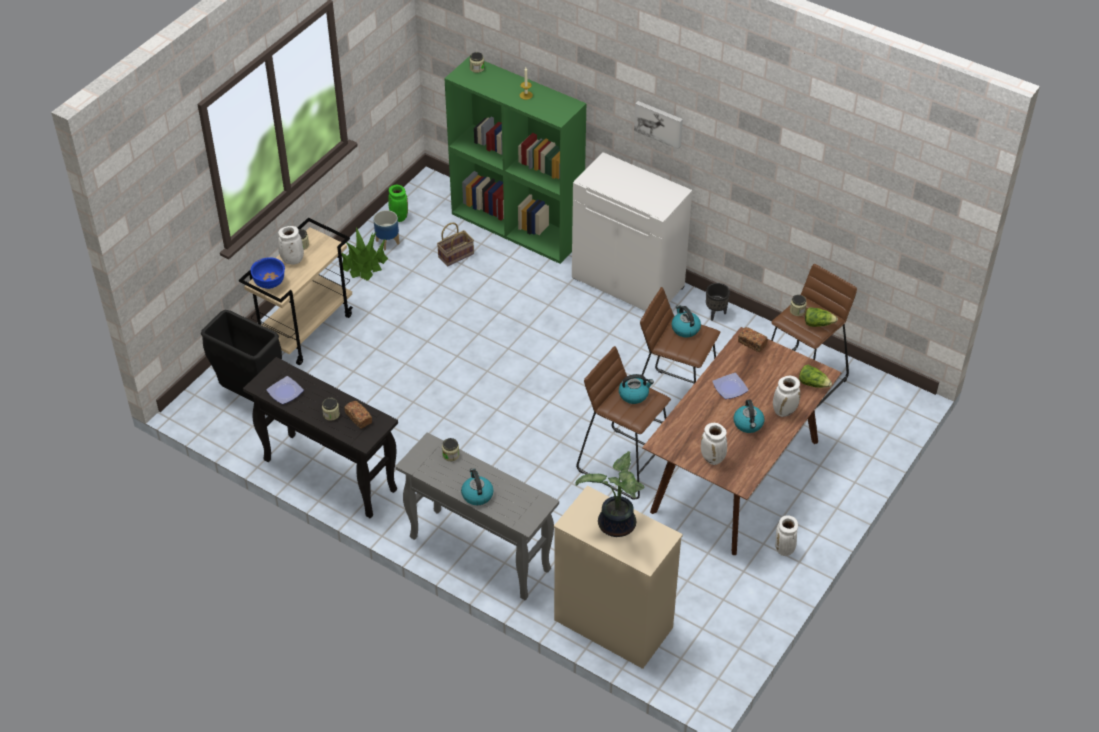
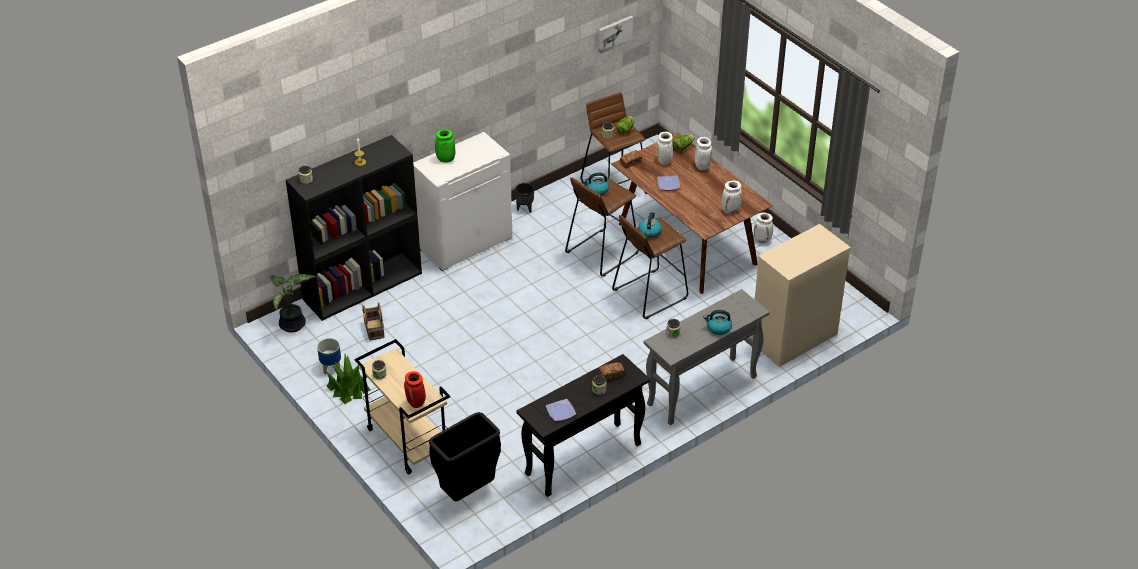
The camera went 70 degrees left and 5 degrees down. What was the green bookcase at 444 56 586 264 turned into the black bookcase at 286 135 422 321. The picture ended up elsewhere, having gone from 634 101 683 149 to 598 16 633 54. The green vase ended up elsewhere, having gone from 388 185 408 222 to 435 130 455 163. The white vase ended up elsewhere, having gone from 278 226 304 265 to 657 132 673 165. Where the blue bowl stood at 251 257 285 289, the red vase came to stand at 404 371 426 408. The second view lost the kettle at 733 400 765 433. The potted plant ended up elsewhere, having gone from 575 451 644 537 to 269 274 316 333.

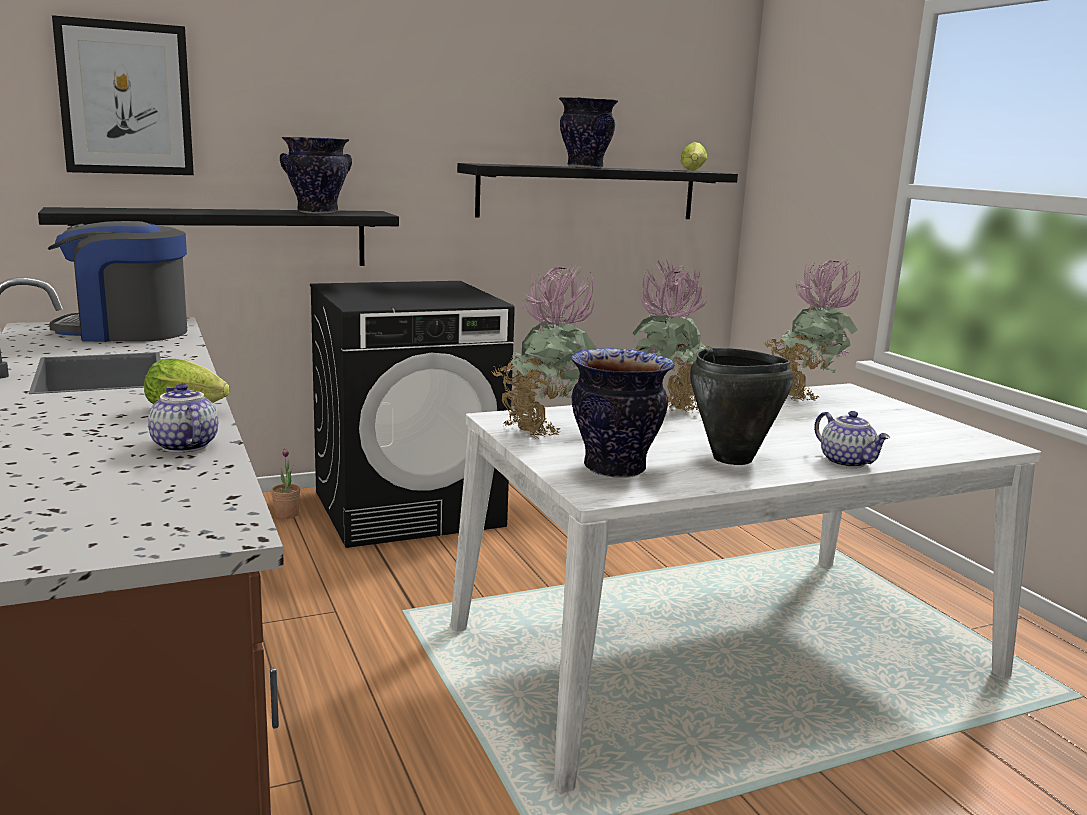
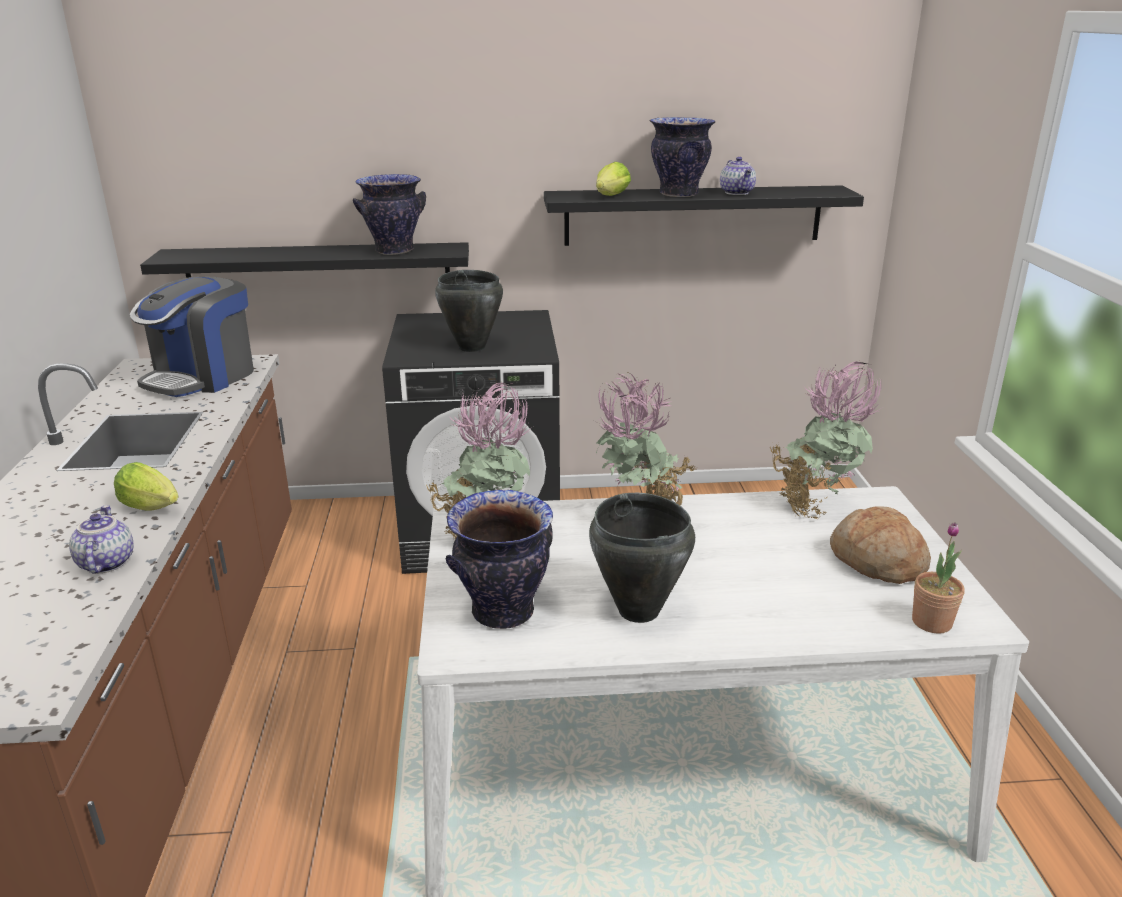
The camera went 20 degrees right and 10 degrees up. The second view lost the picture at 52 15 194 175. The lettuce ended up elsewhere, having gone from 681 142 707 171 to 596 162 631 196. The coffee machine at 48 221 187 342 ended up facing another way, 75 degrees counterclockwise from before. The teapot ended up elsewhere, having gone from 814 411 890 468 to 720 157 756 195. The potted plant ended up elsewhere, having gone from 271 448 300 519 to 912 522 965 634. The second view gained the black cooking pot at 435 270 503 352. The second view gained the bread at 830 507 931 584.

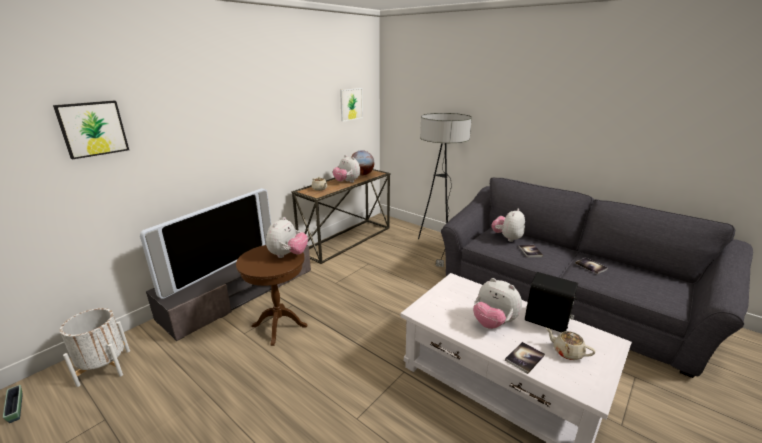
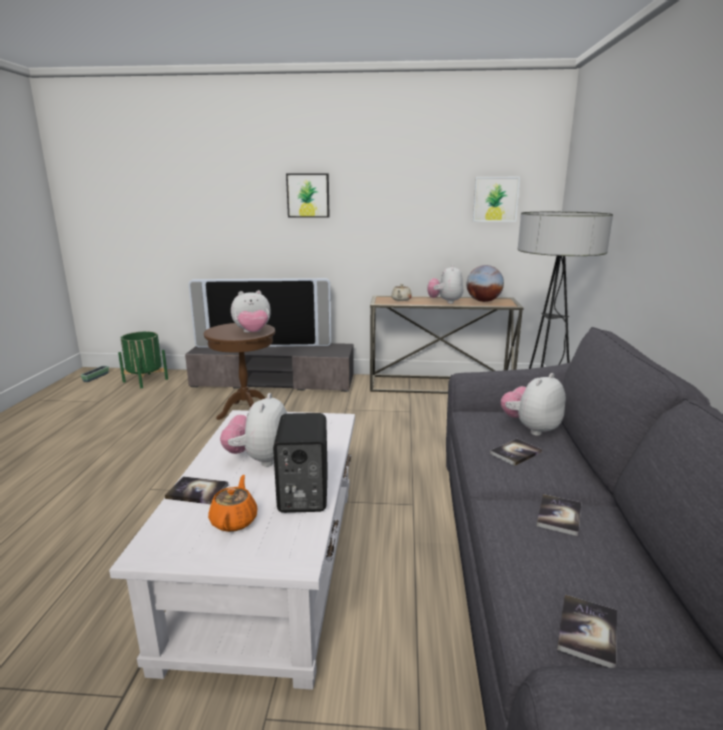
The camera went 55 degrees right and 5 degrees down. The picture ended up elsewhere, having gone from 53 101 129 160 to 286 173 330 218. The plush toy at 491 208 525 242 ended up facing another way, 45 degrees counterclockwise from before. What was the white planter at 60 308 130 387 turned into the green planter at 118 331 168 388. What was the beige teapot at 546 328 595 360 turned into the orange teapot at 208 475 258 532. The second view gained the book at 557 595 617 668.

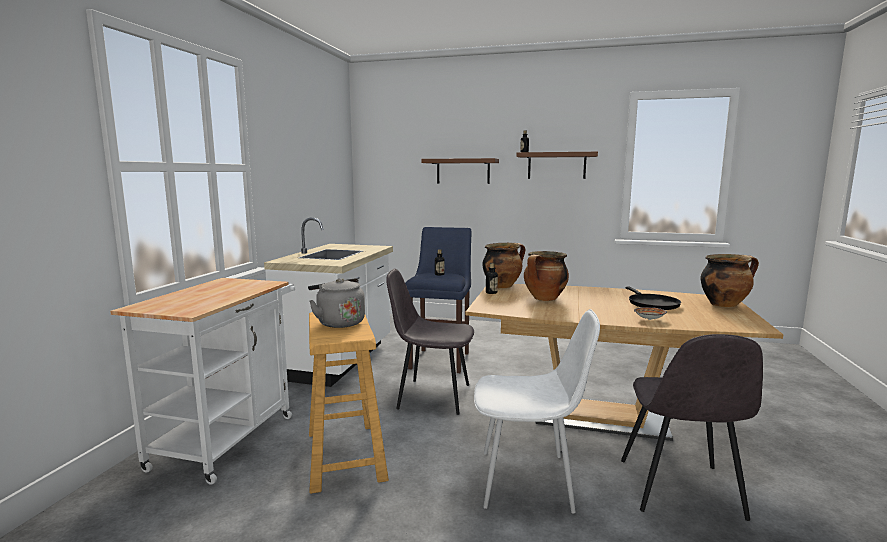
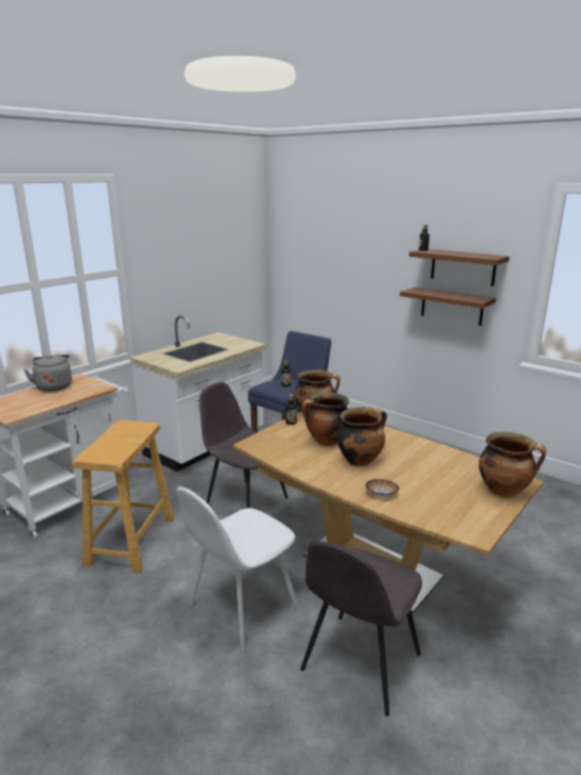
The camera went 25 degrees right and 10 degrees up. The brown shelf ended up elsewhere, having gone from 421 158 499 184 to 400 287 496 326. The grey kettle ended up elsewhere, having gone from 308 278 365 328 to 24 355 72 392. The second view lost the black frying pan at 626 286 681 310. The white chair at 474 309 600 513 ended up facing another way, 105 degrees clockwise from before. The second view gained the cooking pot at 337 407 387 467.

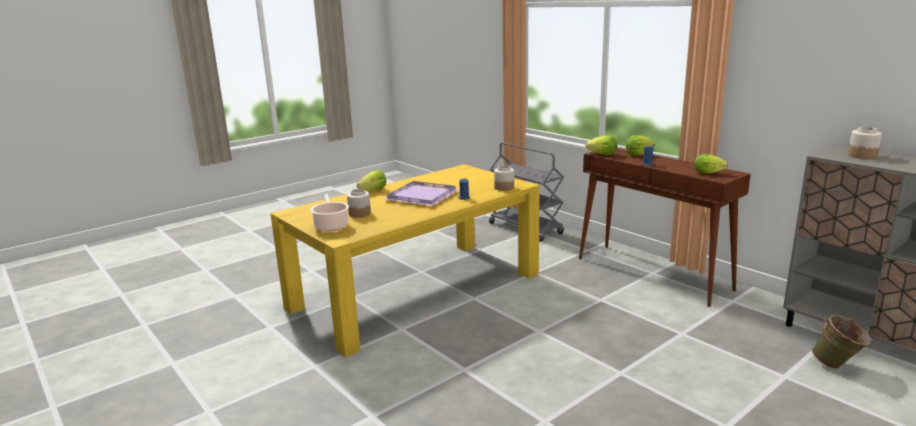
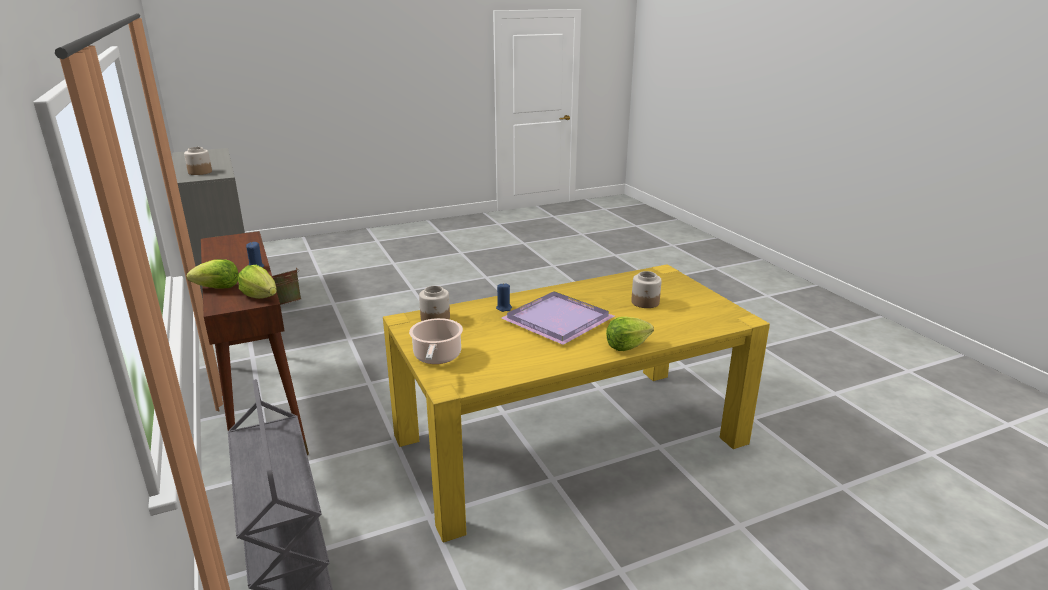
The camera went 165 degrees left and 5 degrees up. The second view lost the lettuce at 695 154 728 174. The cooking pot ended up elsewhere, having gone from 310 194 349 232 to 409 318 463 364.

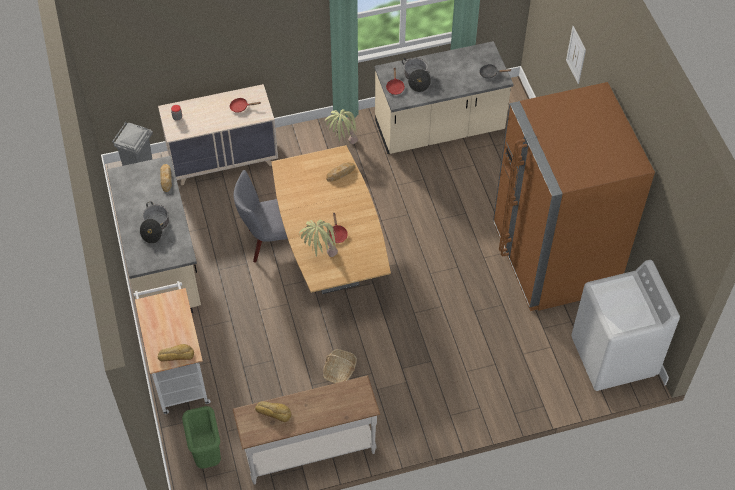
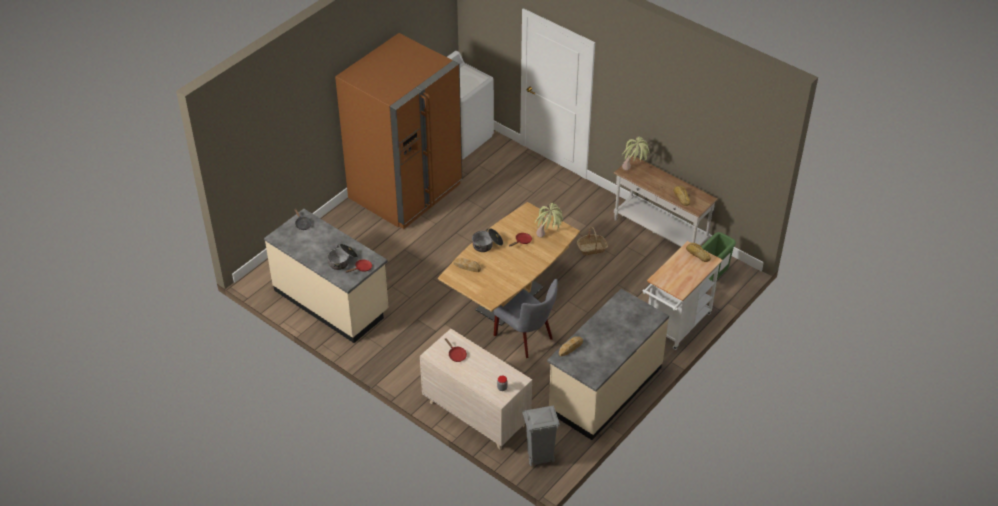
The camera went 125 degrees left and 10 degrees down. The second view lost the picture at 566 26 586 84. The potted plant ended up elsewhere, having gone from 325 109 358 144 to 622 136 649 170. The cooking pot ended up elsewhere, having gone from 140 202 169 244 to 472 228 503 252.

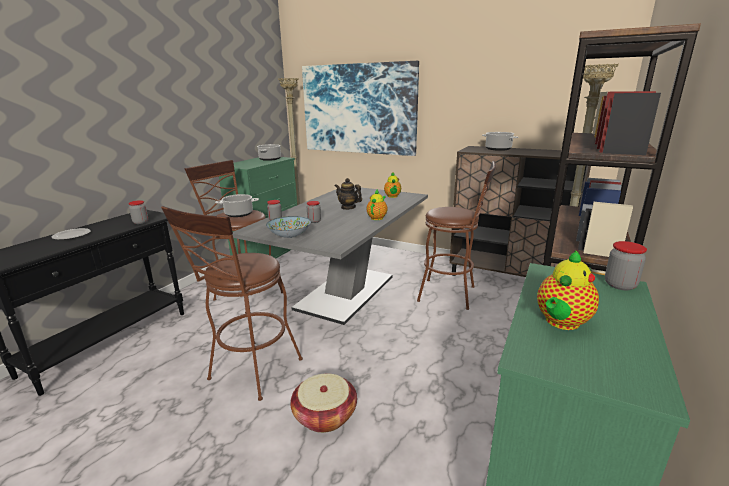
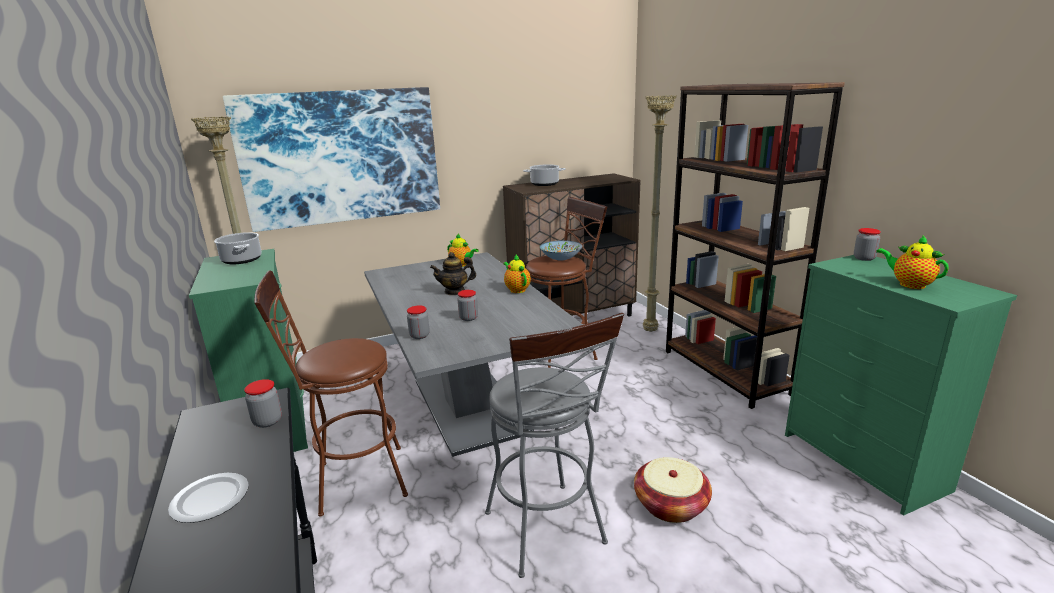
The camera went 50 degrees left and 0 degrees up. The second view lost the cooking pot at 215 194 259 217. What was the brown stool at 161 206 303 401 turned into the grey stool at 485 313 624 578. The bowl ended up elsewhere, having gone from 266 216 311 238 to 539 240 582 261. The teapot at 537 250 599 330 ended up facing another way, 150 degrees clockwise from before.

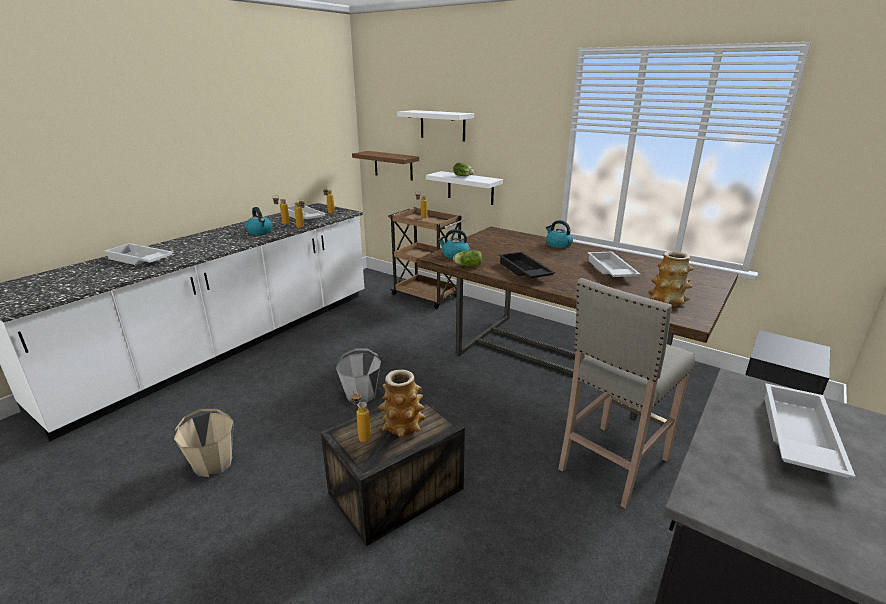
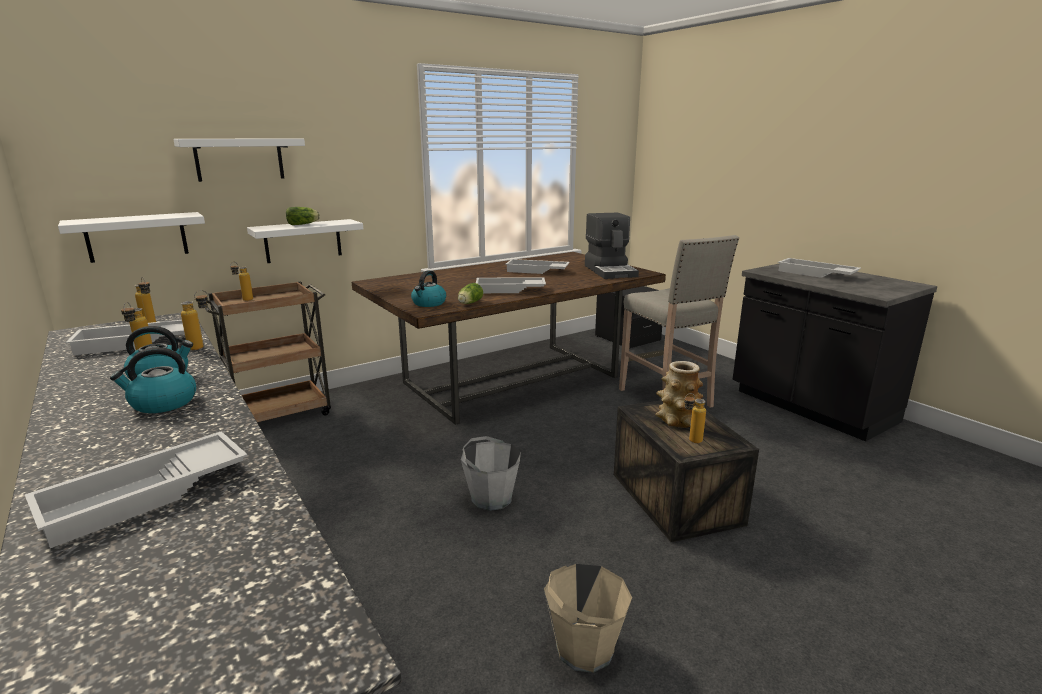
The camera went 70 degrees left and 5 degrees down. What was the brown shelf at 352 151 419 181 turned into the white shelf at 58 212 205 263. The kettle ended up elsewhere, having gone from 546 220 573 248 to 110 347 196 413. Where the vase stood at 648 251 694 307, the coffee machine came to stand at 585 213 639 279. What was the black tray at 499 252 555 278 turned into the white tray at 476 277 546 293.

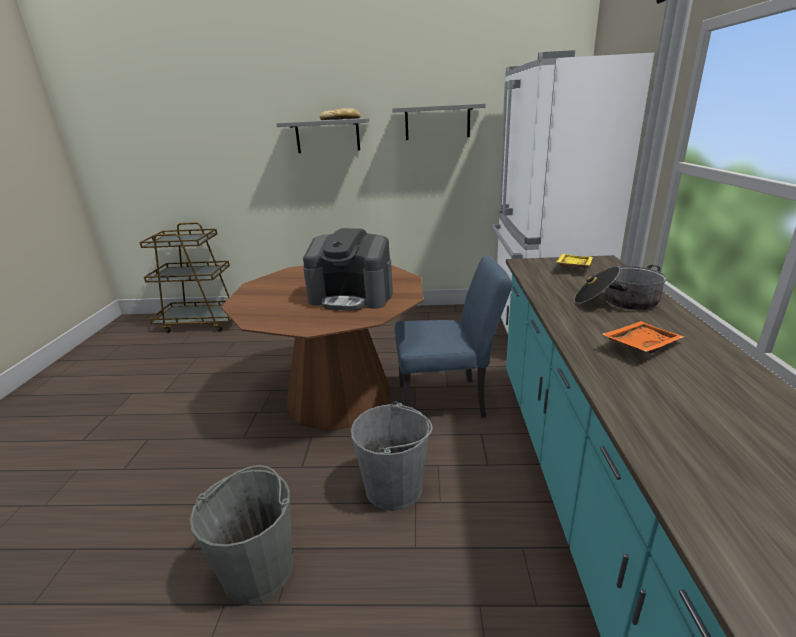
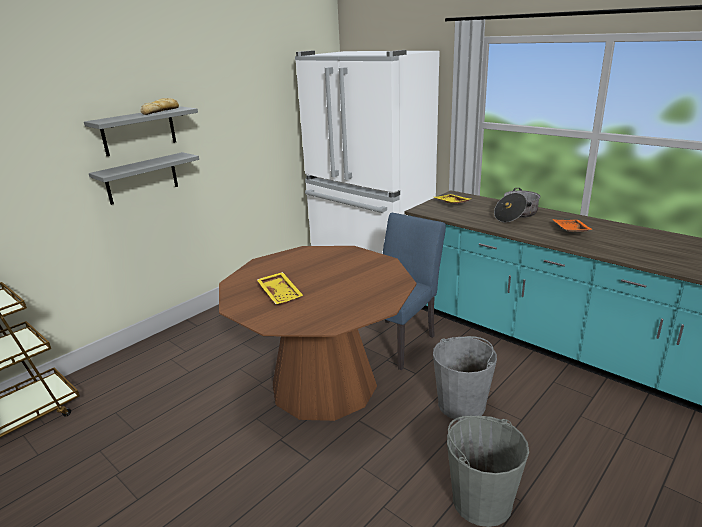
The camera went 50 degrees left and 0 degrees up. The grey shelf ended up elsewhere, having gone from 392 104 486 140 to 89 152 199 205. The second view lost the coffee machine at 303 228 393 311. The second view gained the yellow tray at 257 272 303 305.

